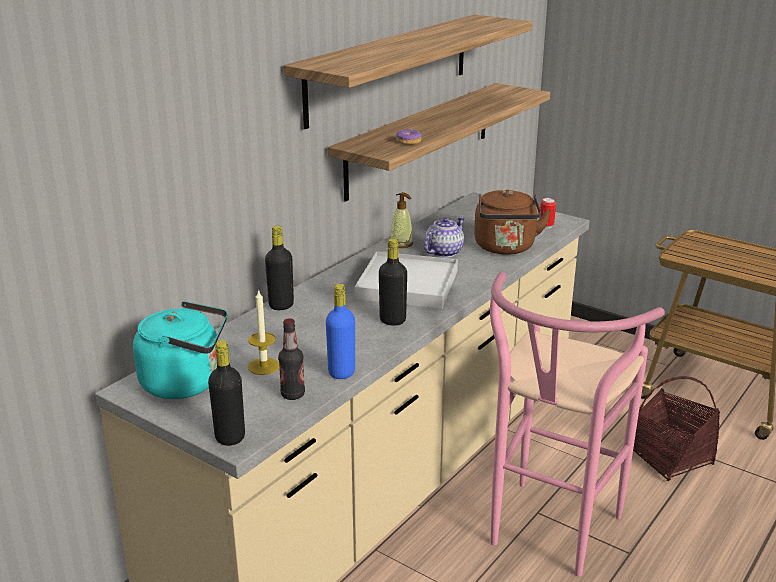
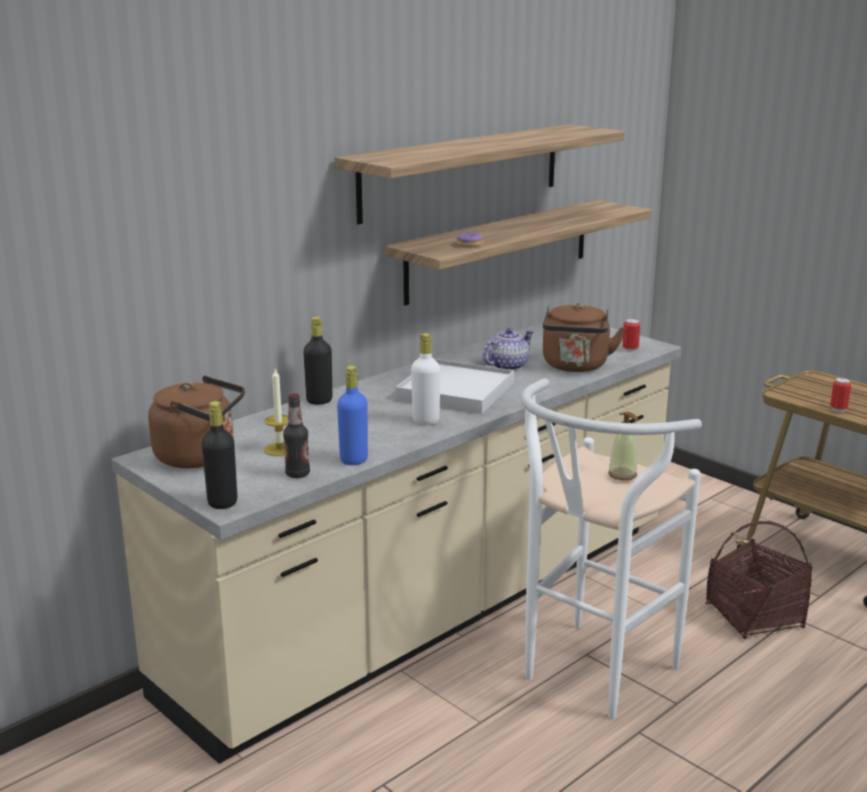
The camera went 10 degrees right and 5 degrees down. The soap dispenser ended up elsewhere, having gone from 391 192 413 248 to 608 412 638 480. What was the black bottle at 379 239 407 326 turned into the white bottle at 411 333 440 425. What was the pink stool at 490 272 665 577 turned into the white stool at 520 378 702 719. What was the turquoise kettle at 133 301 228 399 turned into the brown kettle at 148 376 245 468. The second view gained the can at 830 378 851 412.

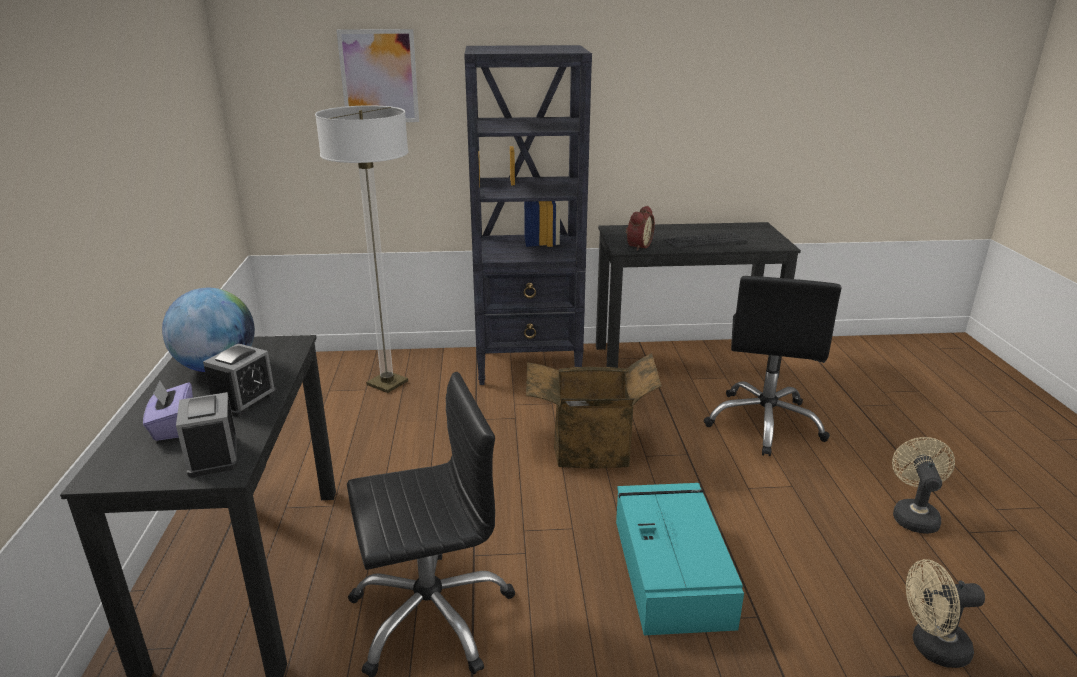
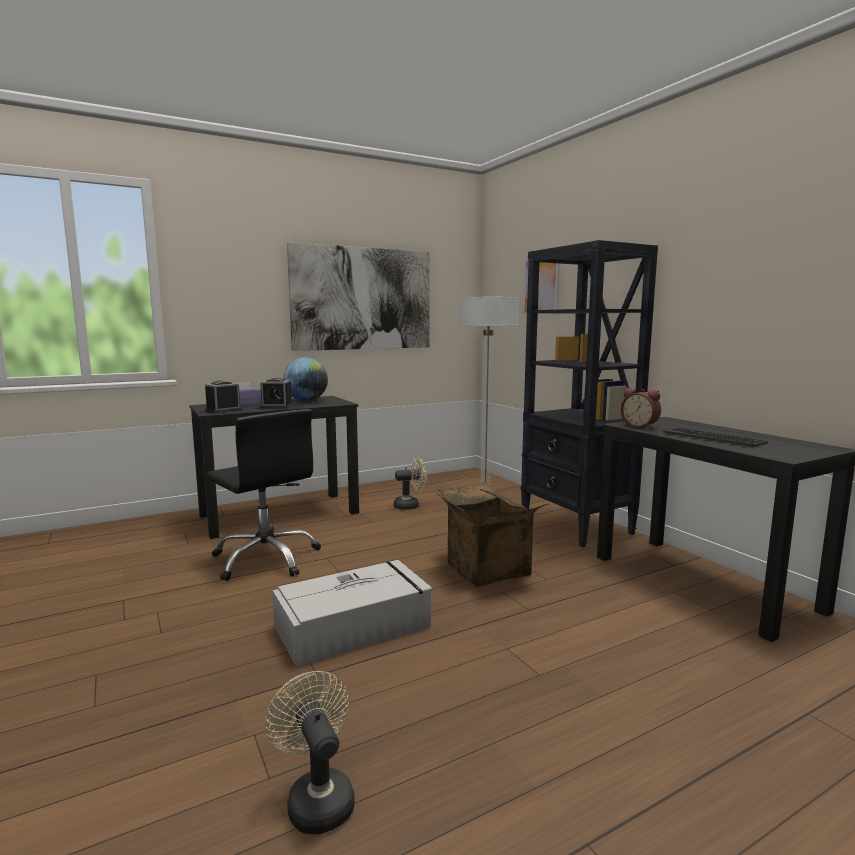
The camera went 65 degrees right and 15 degrees down. The alarm clock at 626 206 655 251 ended up facing another way, 45 degrees clockwise from before. The second view lost the black office chair at 704 276 842 456. The beige fan ended up elsewhere, having gone from 892 437 955 534 to 394 458 427 510. What was the turquoise storage box at 616 483 744 635 turned into the grey storage box at 272 560 432 667. The second view gained the picture at 287 242 430 351.

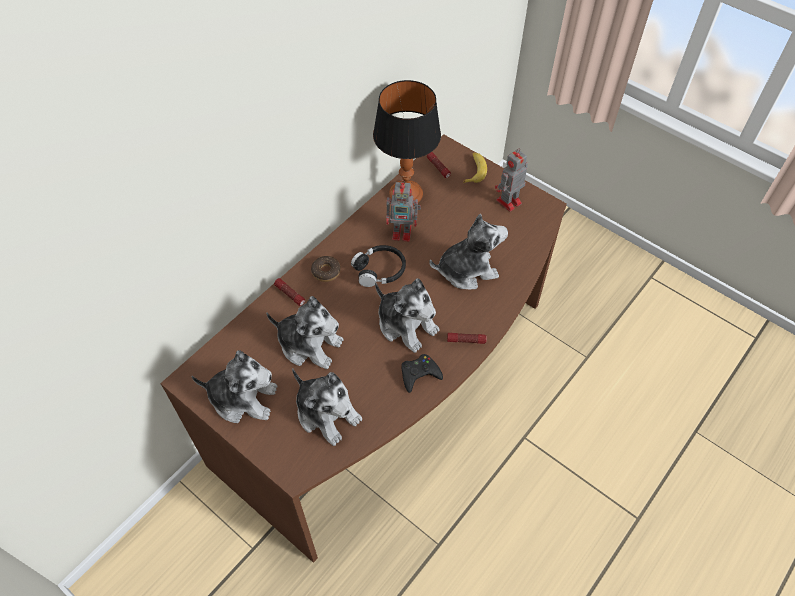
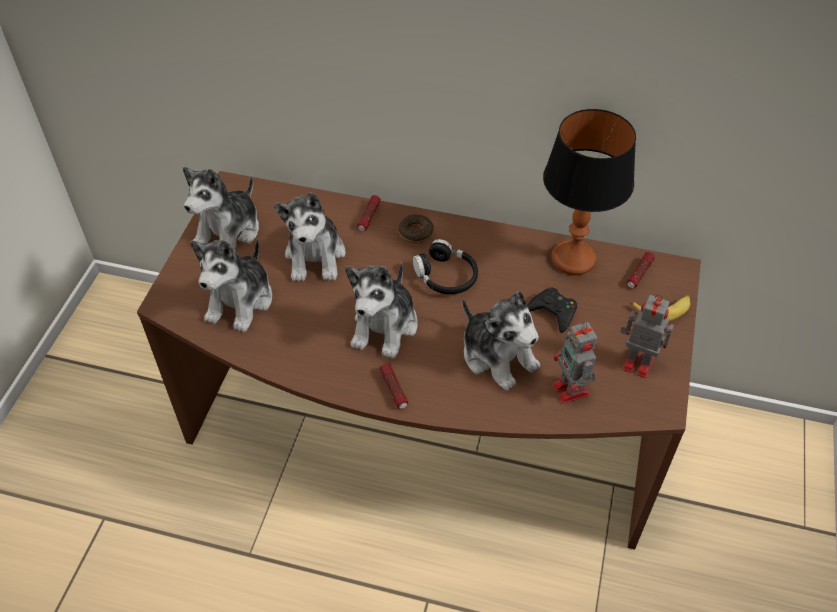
The camera went 65 degrees right and 5 degrees down. The toy robot ended up elsewhere, having gone from 386 180 421 242 to 552 322 597 404. The plush toy at 191 350 277 423 ended up facing another way, 45 degrees clockwise from before. The black game controller ended up elsewhere, having gone from 401 354 443 393 to 527 287 577 333.

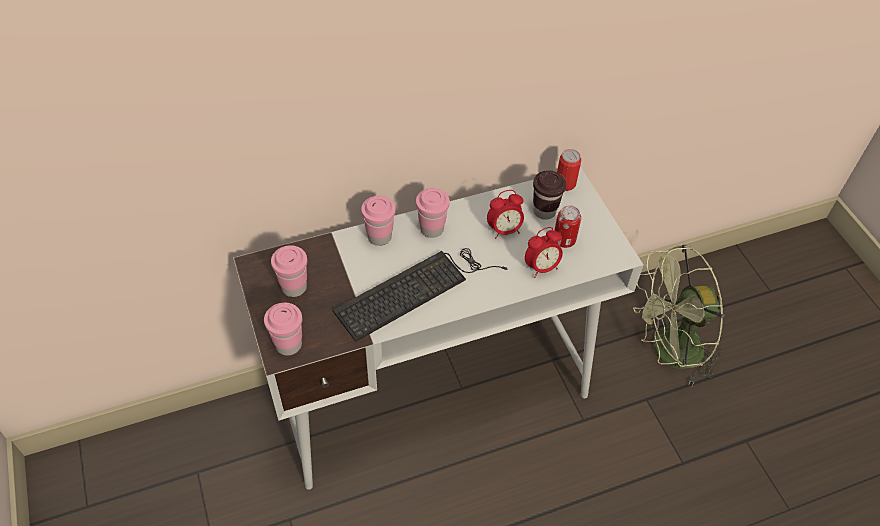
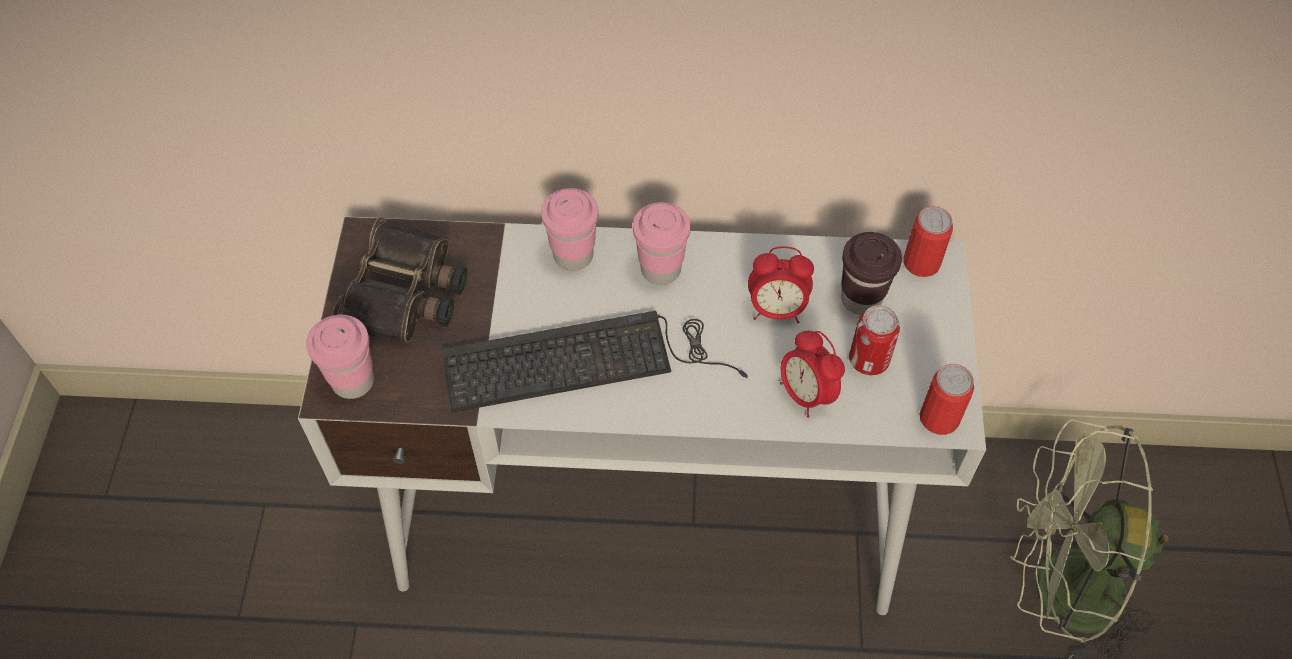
The camera went 25 degrees right and 5 degrees up. The alarm clock at 525 227 563 278 ended up facing another way, 60 degrees clockwise from before. Where the pink cup stood at 271 245 307 297, the binoculars came to stand at 332 217 467 343. The second view gained the can at 920 364 974 435.

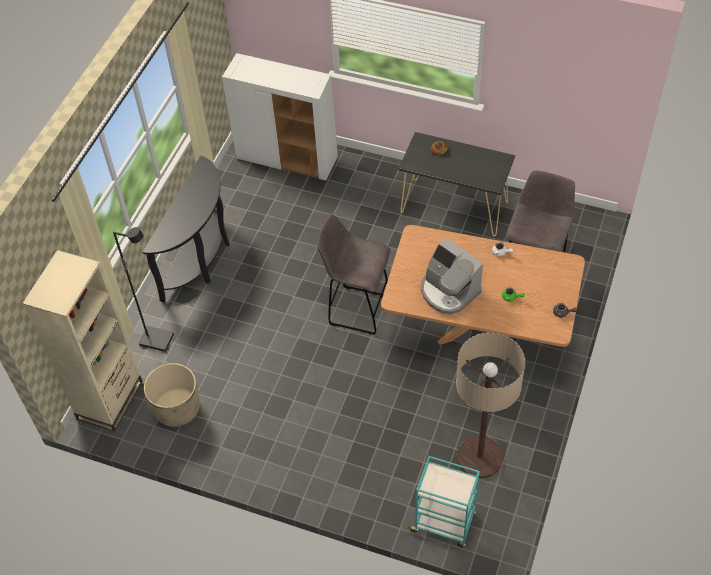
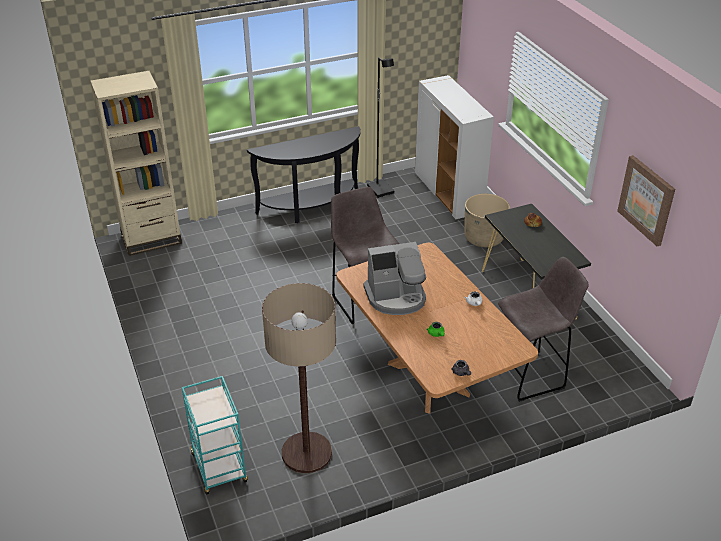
The camera went 45 degrees right and 15 degrees down. The black floor lamp ended up elsewhere, having gone from 113 227 174 352 to 367 57 394 198. The coffee machine at 421 238 483 315 ended up facing another way, 105 degrees counterclockwise from before. The beige planter ended up elsewhere, having gone from 144 363 200 427 to 464 194 510 247. The second view gained the picture at 617 155 675 246.

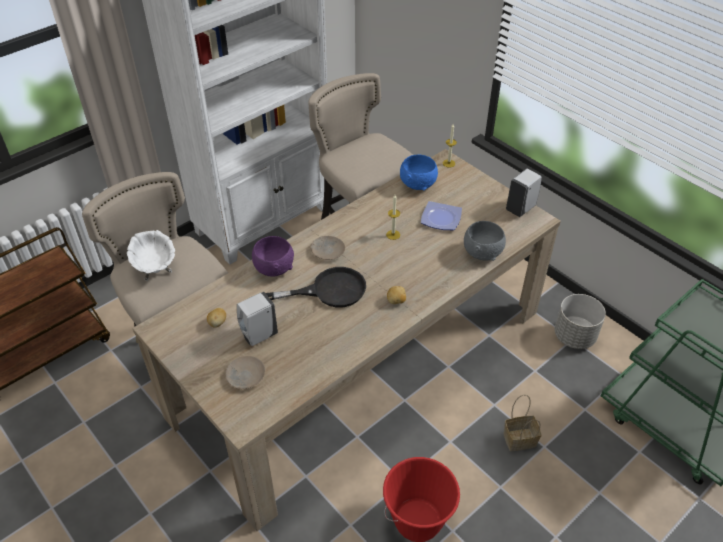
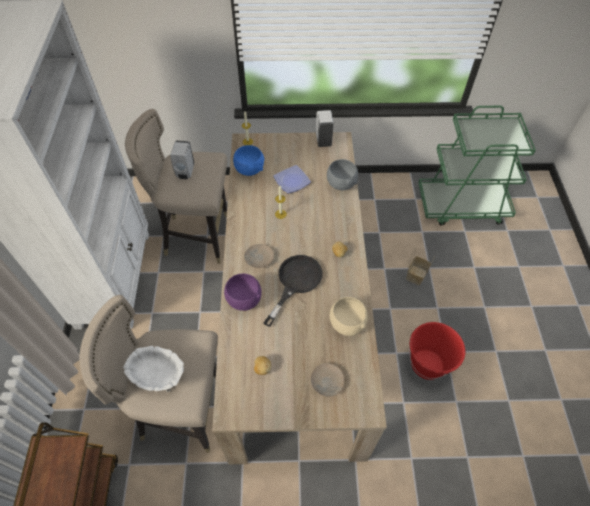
The camera went 50 degrees left and 10 degrees up. The white soap dispenser ended up elsewhere, having gone from 237 292 278 346 to 170 141 194 179. The second view lost the grey planter at 555 294 606 349. The second view gained the beige bowl at 330 297 368 336.

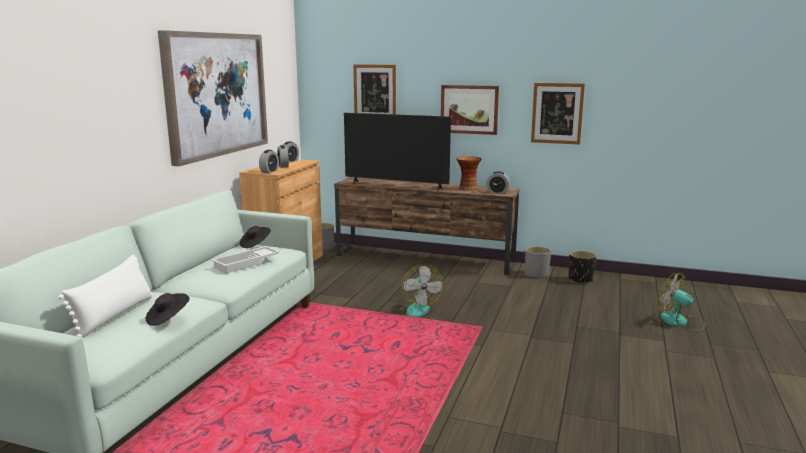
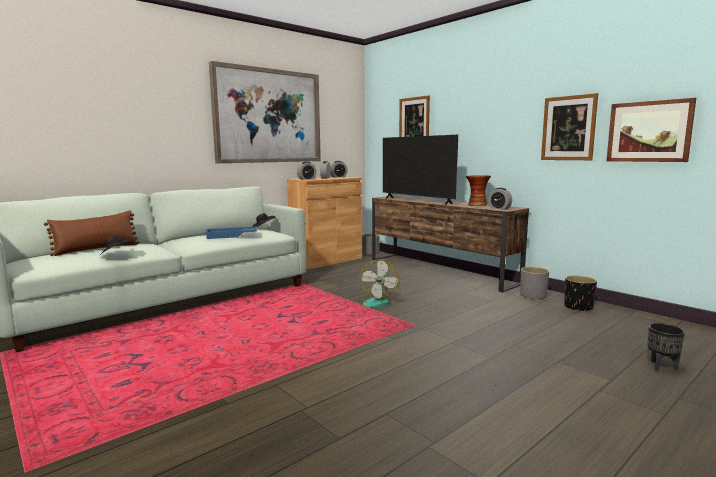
The camera went 30 degrees right and 5 degrees down. The picture ended up elsewhere, having gone from 441 85 499 135 to 606 98 696 162. What was the white tray at 212 246 280 273 turned into the blue tray at 205 227 258 239. What was the white pillow at 58 255 153 338 turned into the brown pillow at 44 211 140 256. Where the fan stood at 657 273 706 331, the black planter came to stand at 647 323 685 371.

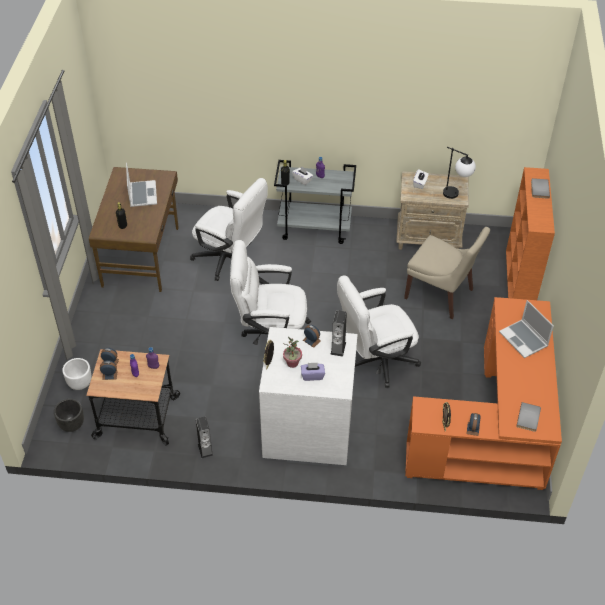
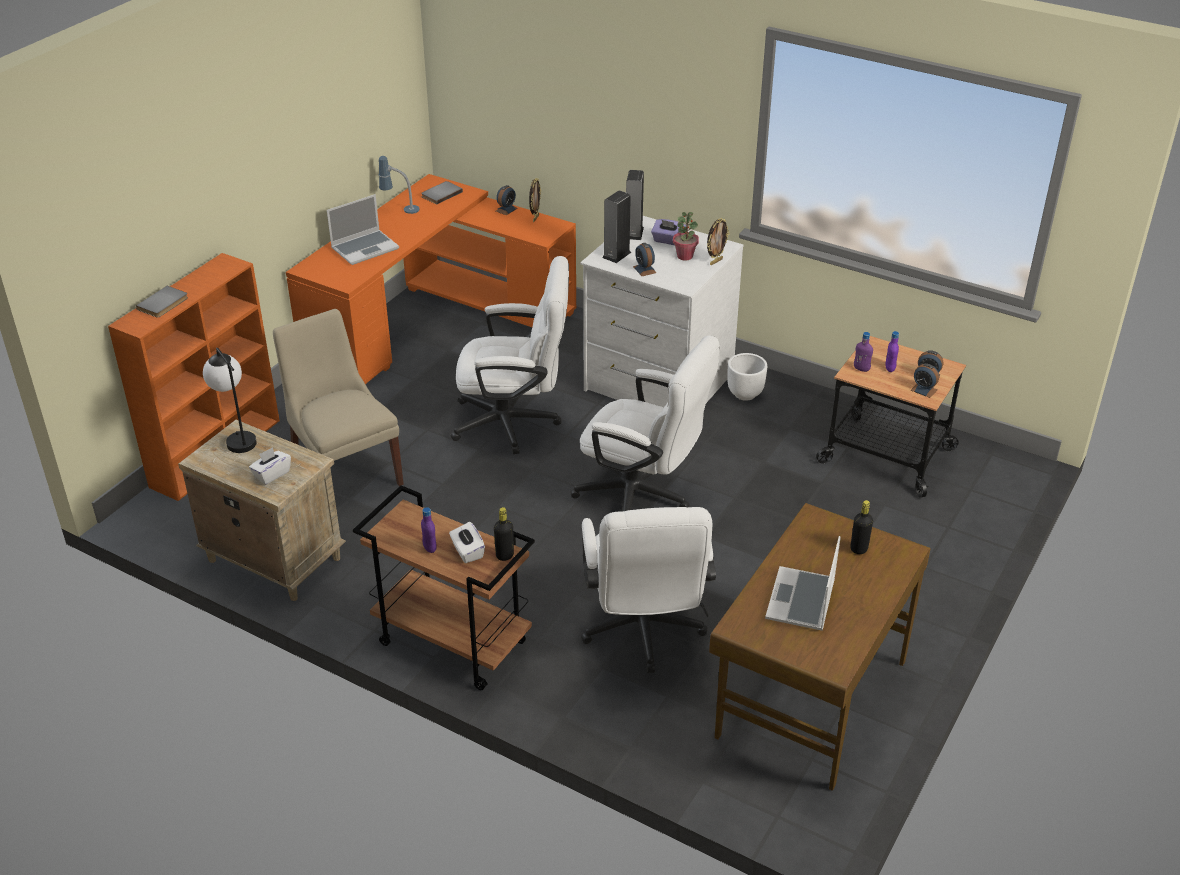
The camera went 155 degrees left and 10 degrees down. What was the grey cart at 274 160 356 244 turned into the brown cart at 353 486 535 690. The white office chair at 190 178 268 281 ended up facing another way, 150 degrees counterclockwise from before. The laptop at 499 300 554 358 ended up facing another way, 60 degrees clockwise from before. The white planter ended up elsewhere, having gone from 62 358 92 390 to 728 353 767 401. The second view lost the black planter at 54 399 84 432. The speaker ended up elsewhere, having gone from 196 417 214 458 to 626 170 644 240. The second view gained the table lamp at 378 156 420 214.

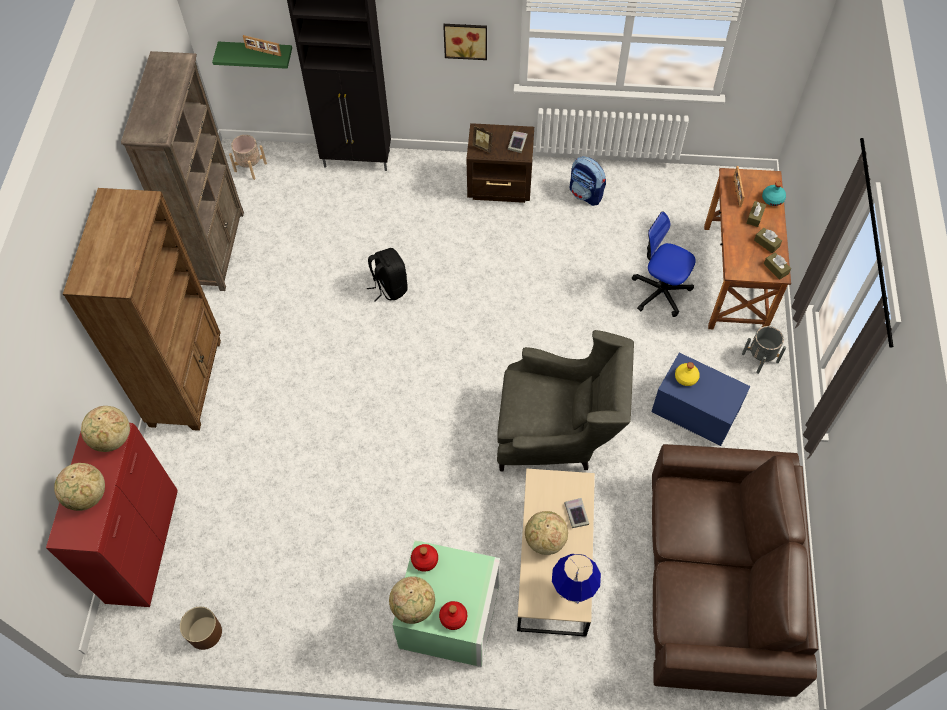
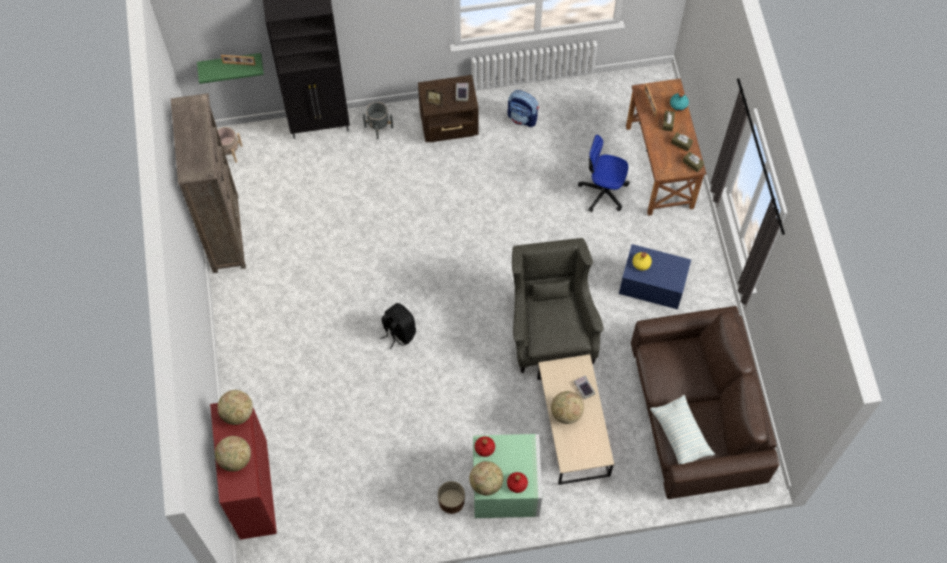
The camera went 15 degrees left and 5 degrees up. The second view lost the picture at 443 24 487 60. The second view lost the brown bookcase at 63 188 221 431. The black backpack ended up elsewhere, having gone from 367 248 408 302 to 380 303 416 349. The grey planter ended up elsewhere, having gone from 742 326 786 374 to 363 102 393 140. The grey armchair at 497 330 634 472 ended up facing another way, 90 degrees counterclockwise from before. The second view lost the blue table lamp at 552 554 601 604. The brown planter ended up elsewhere, having gone from 180 607 222 650 to 438 481 465 514. The second view gained the pillow at 650 395 715 464.

